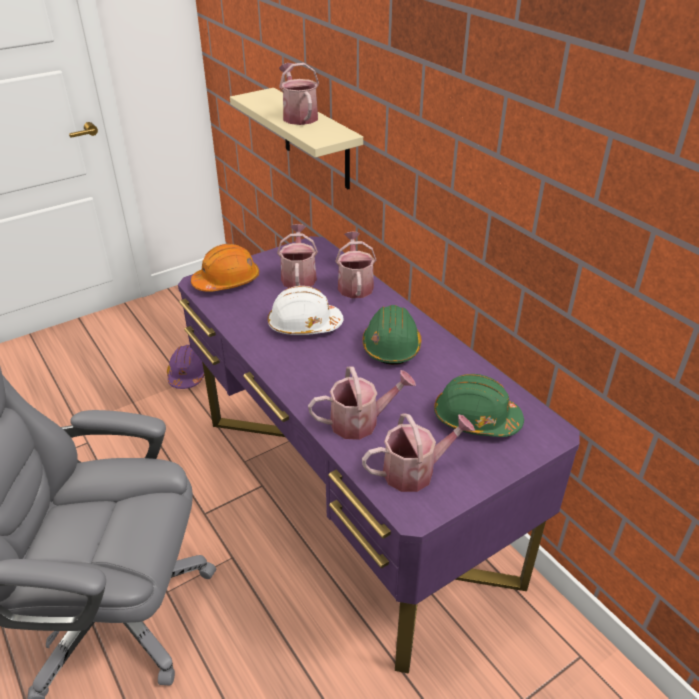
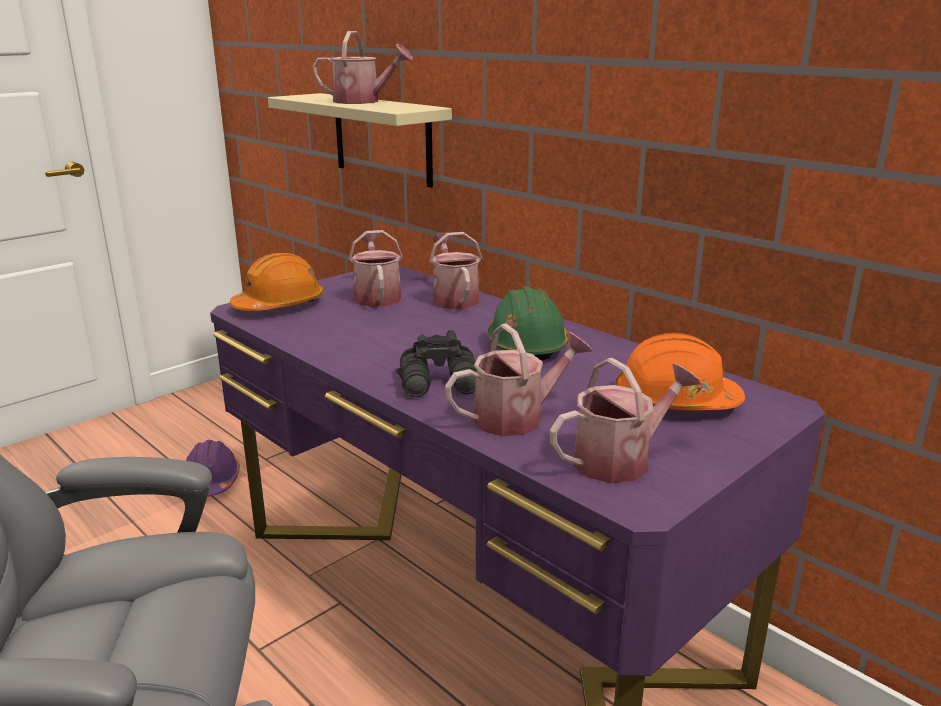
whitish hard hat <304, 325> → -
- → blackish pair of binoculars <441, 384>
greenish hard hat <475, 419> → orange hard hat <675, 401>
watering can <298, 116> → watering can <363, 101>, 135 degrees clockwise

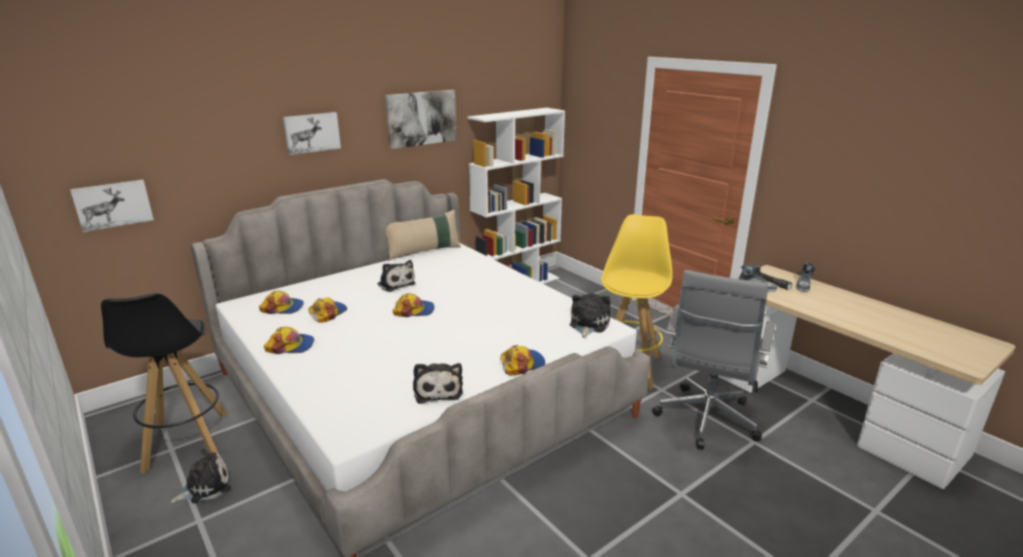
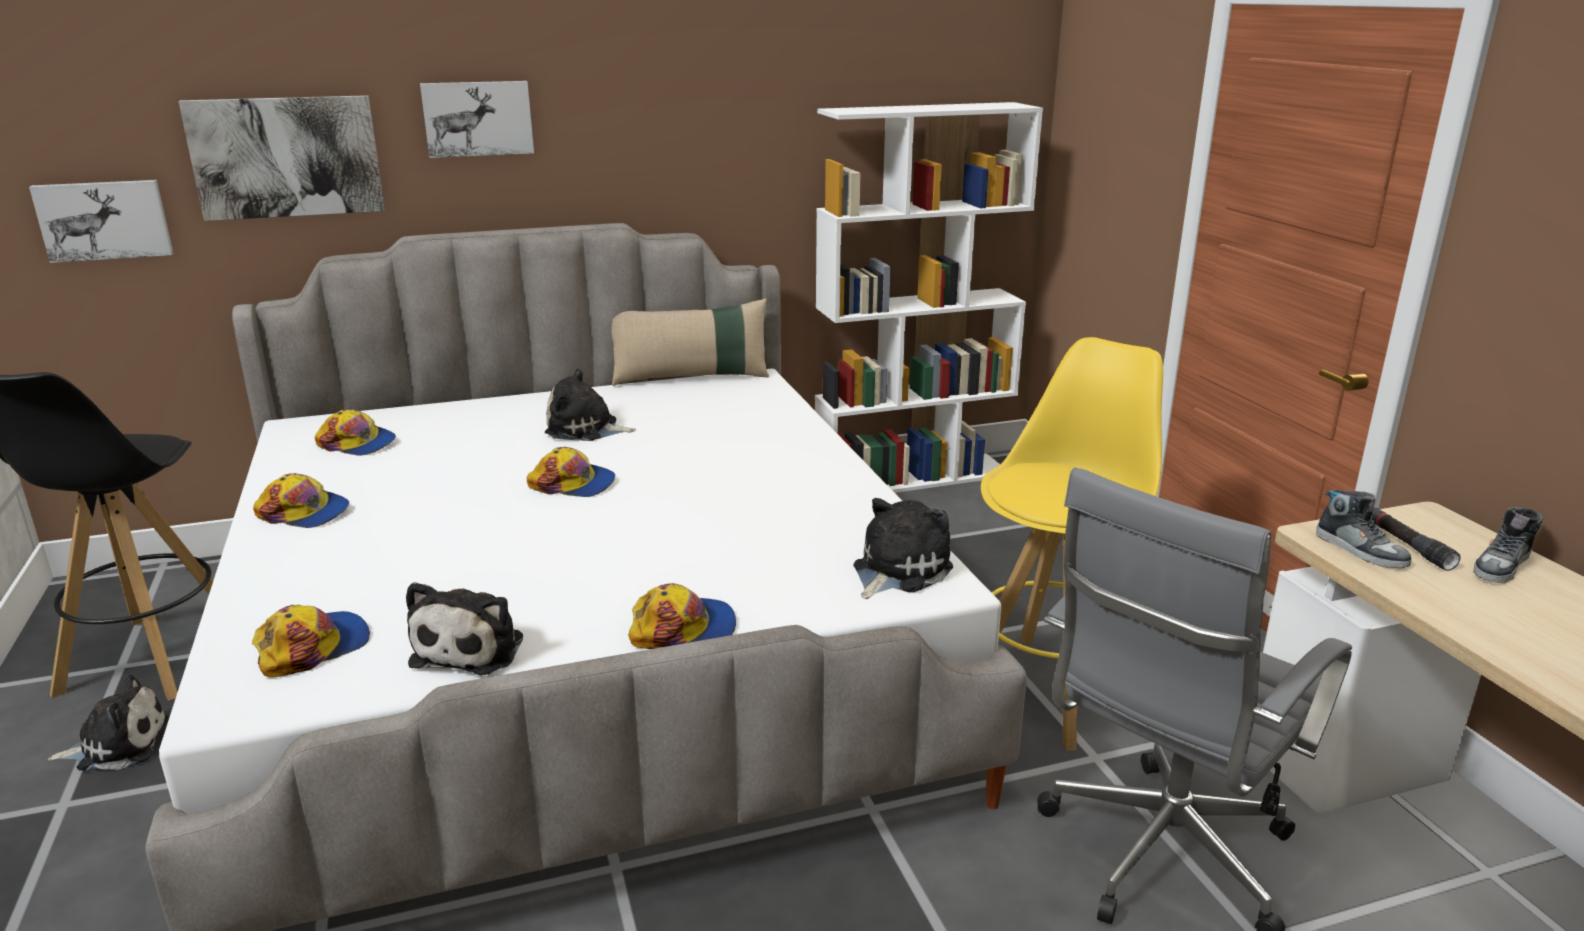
peaked cap <328, 313> → peaked cap <313, 647>, move
wall picture <421, 118> → wall picture <287, 157>, move
cuddly toy <395, 284> → cuddly toy <586, 429>, 120 degrees clockwise

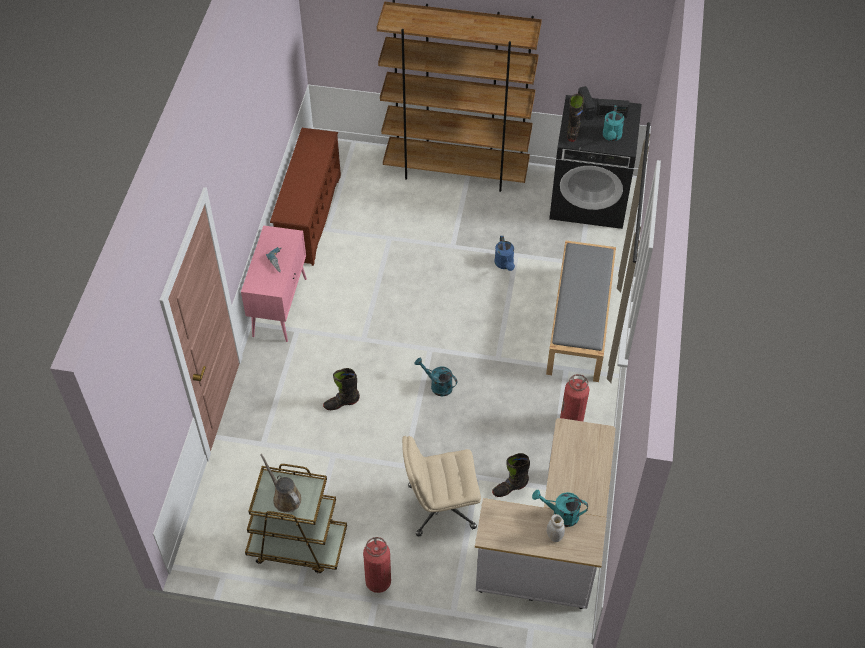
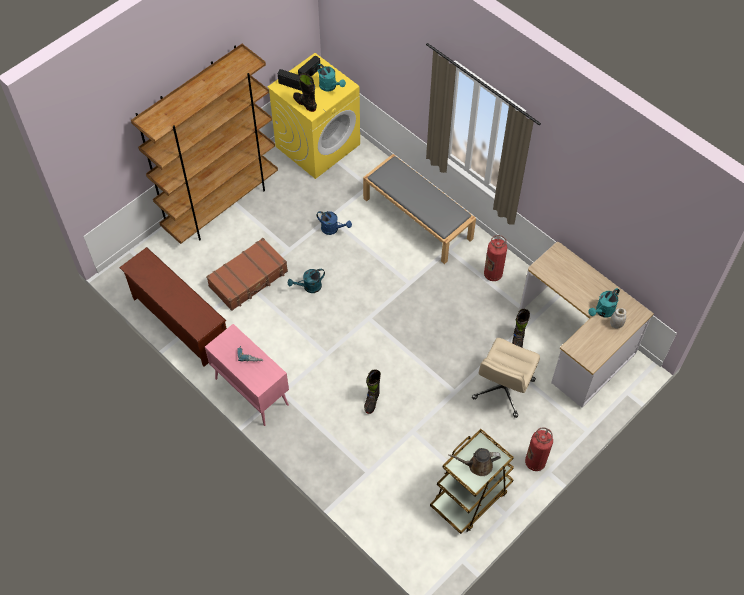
- → brown travel case <249, 279>
blue-green watering can <437, 385> → blue-green watering can <309, 287>, move
blackish washing machine <589, 198> → yellow-coloured washing machine <318, 145>

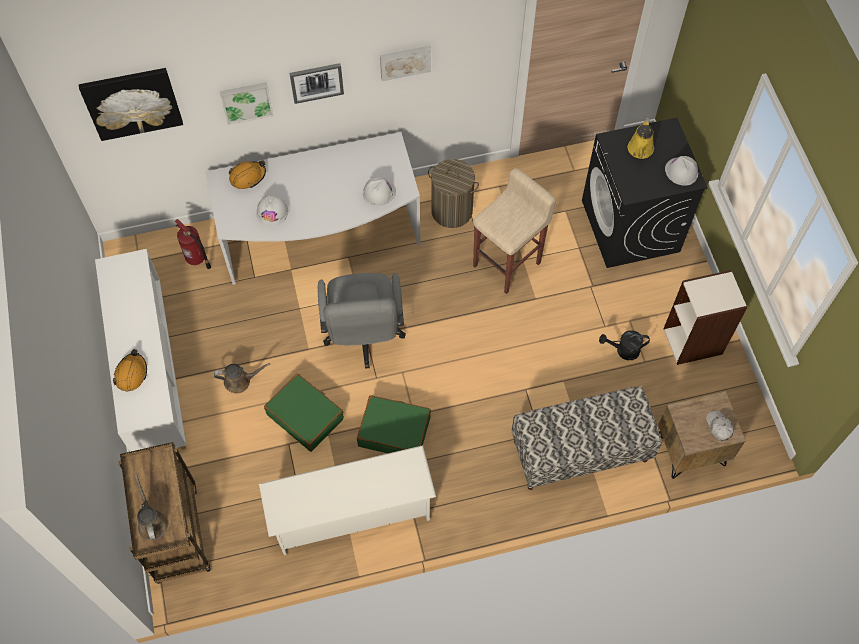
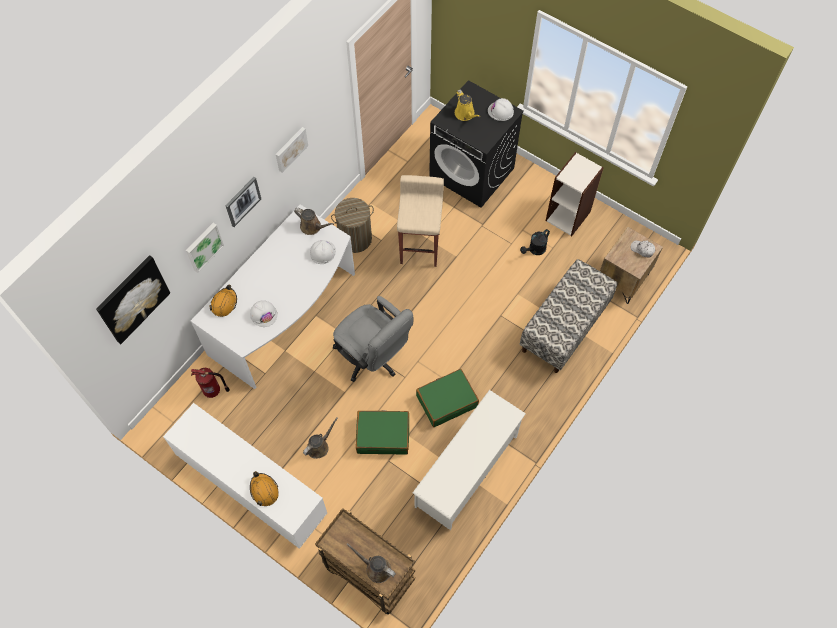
- → brown watering can <312, 227>

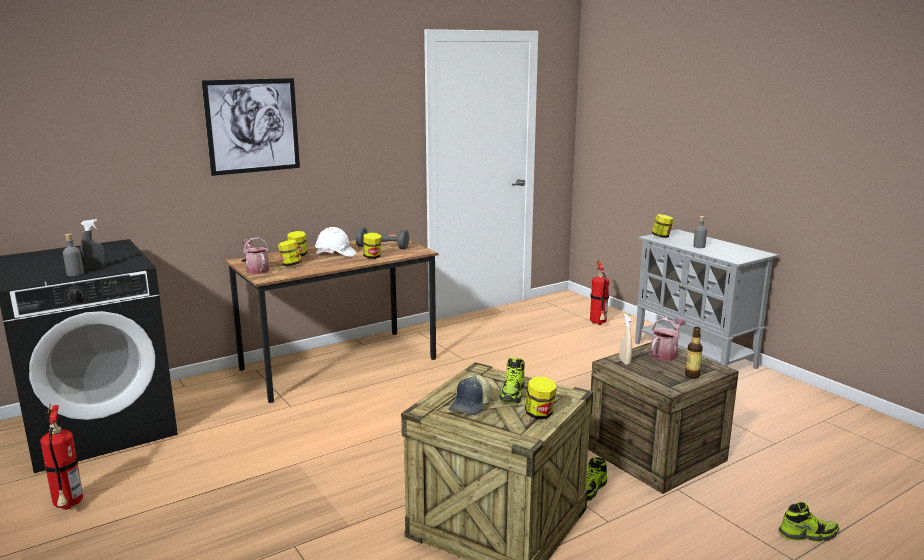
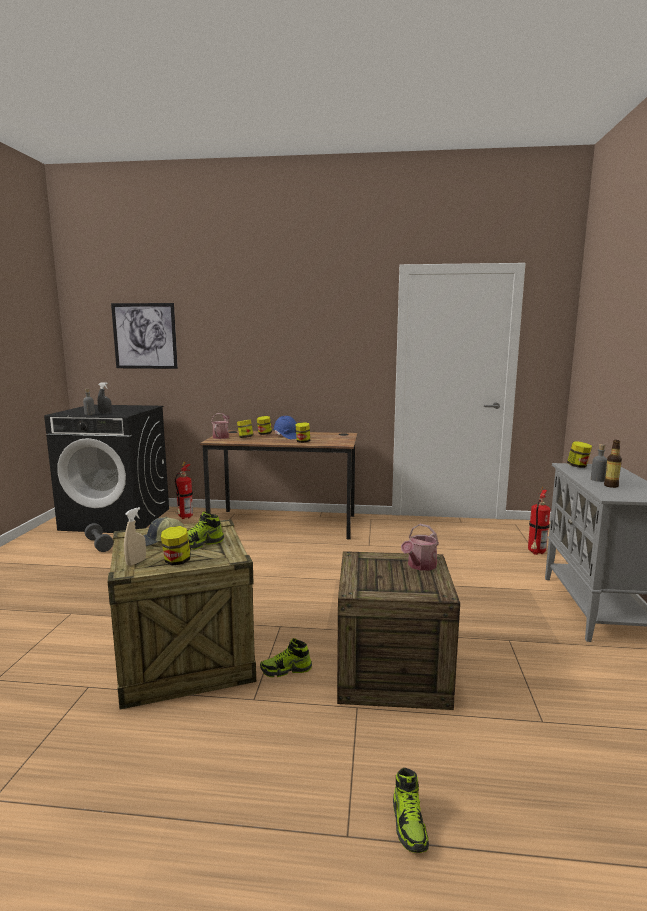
fire-fighting cylinder <68, 506> → fire-fighting cylinder <184, 518>, move
wall picture <252, 126> → wall picture <144, 336>, move
greyish hand weight <382, 247> → greyish hand weight <99, 545>, move
sand-coloured spray bottle <624, 361> → sand-coloured spray bottle <136, 562>, move
bottle <692, 376> → bottle <611, 486>, move
whitish hard hat <335, 254> → bluish hard hat <286, 437>
watering can <665, 354> → watering can <420, 566>, 135 degrees clockwise
low shoe <807, 534> → low shoe <409, 824>, 45 degrees clockwise

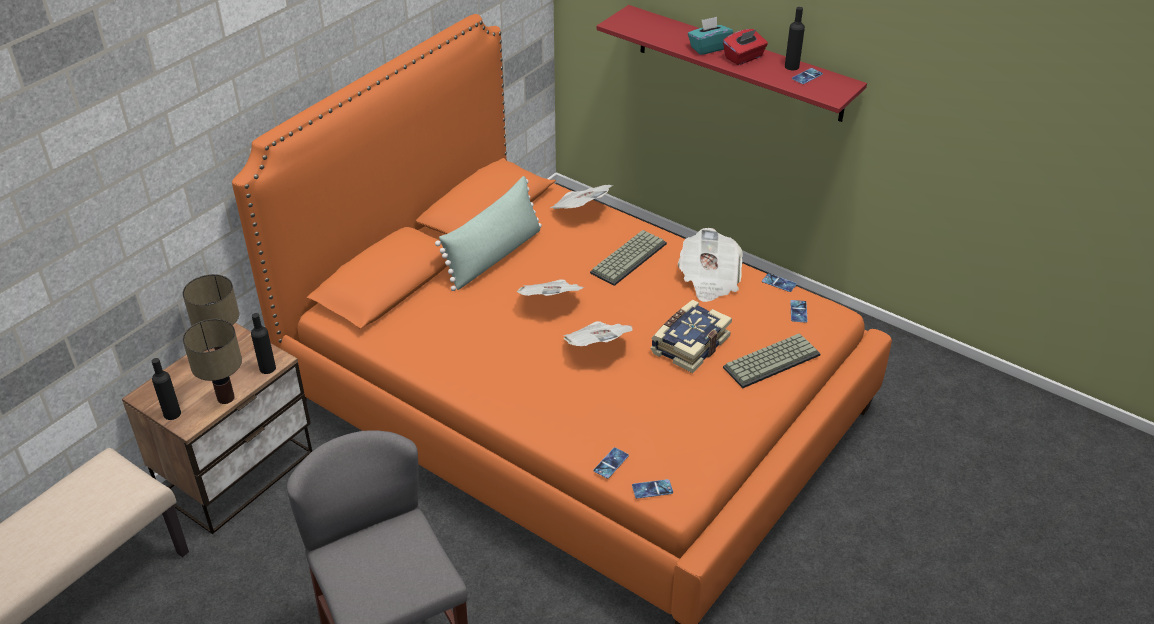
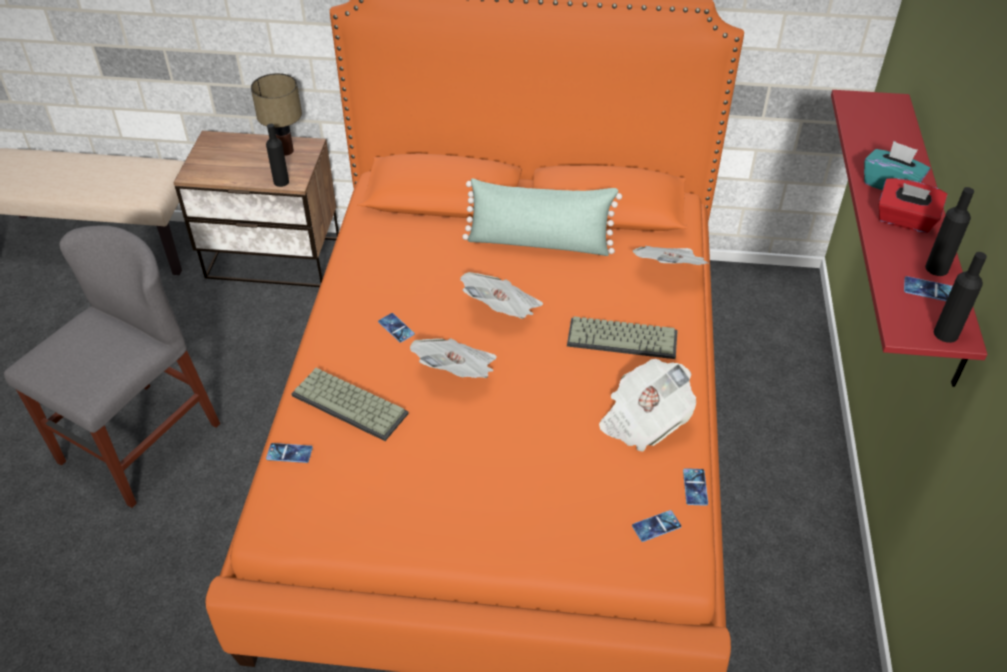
tabletop lamp <225, 398> → -
book <688, 345> → -
blackish bottle <172, 414> → blackish bottle <946, 334>, move
phone <652, 489> → phone <396, 328>, move
computer keyboard <771, 360> → computer keyboard <352, 404>, move

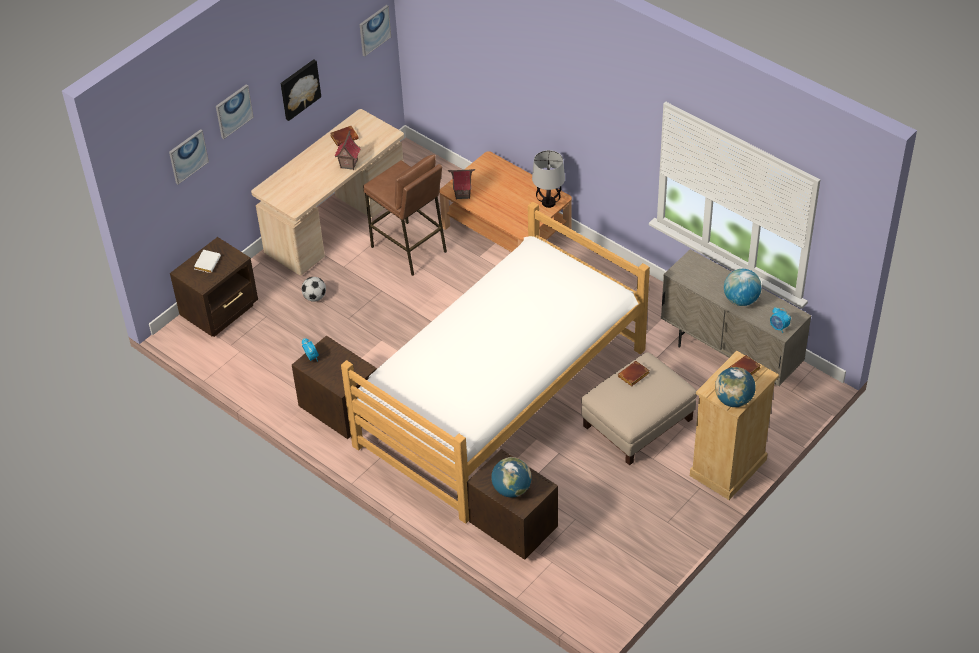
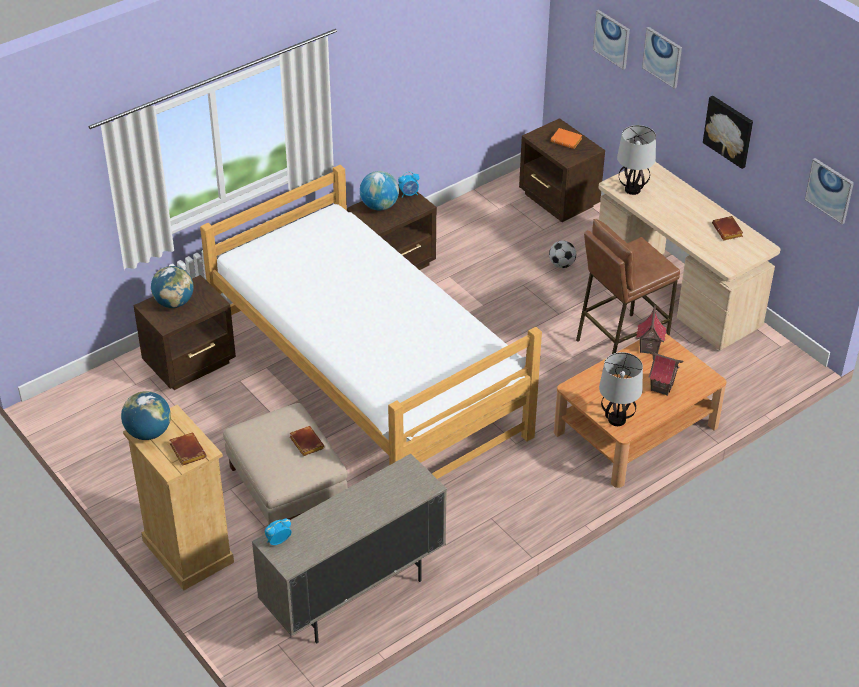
- → tabletop lamp <633, 189>
toy house <348, 164> → toy house <661, 387>, move
desk globe <741, 300> → desk globe <379, 206>, move
whitish book <207, 262> → orange book <567, 141>

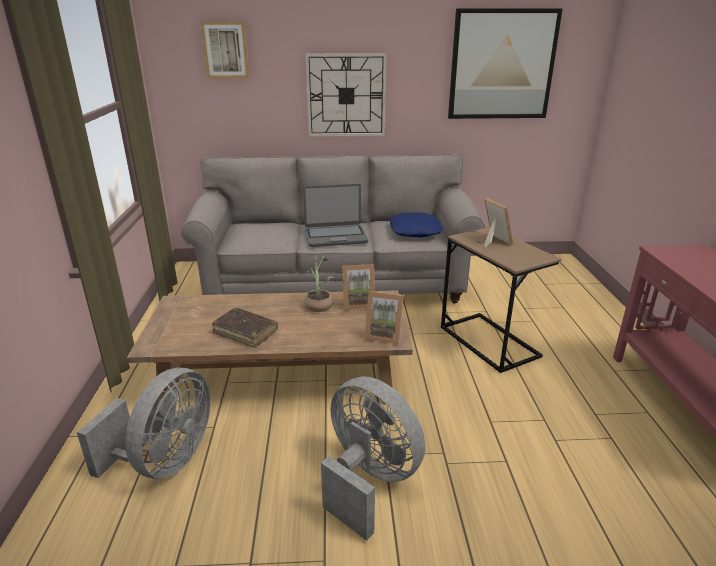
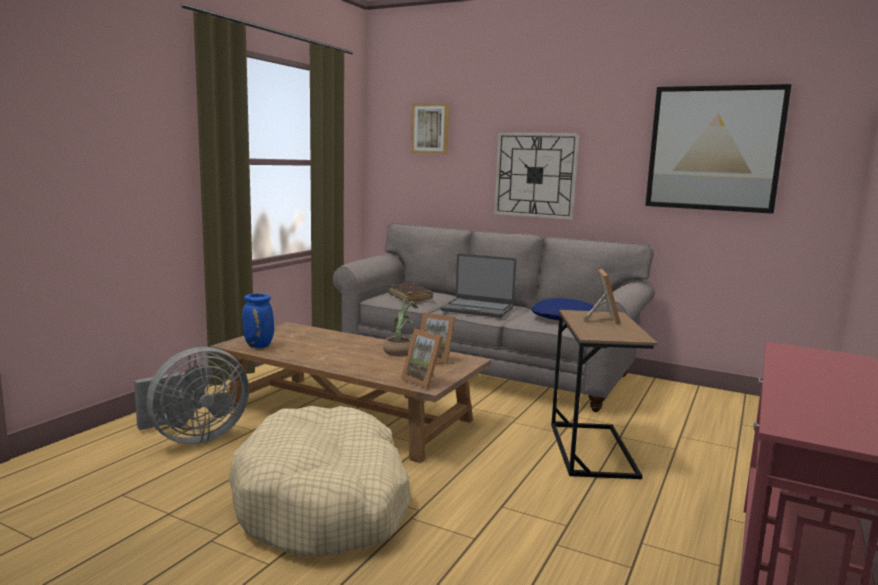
- → bluish flower vase <259, 346>
brown book <245, 332> → brown book <410, 297>, move
greyish fan <368, 480> → sand-coloured pet bed <324, 502>

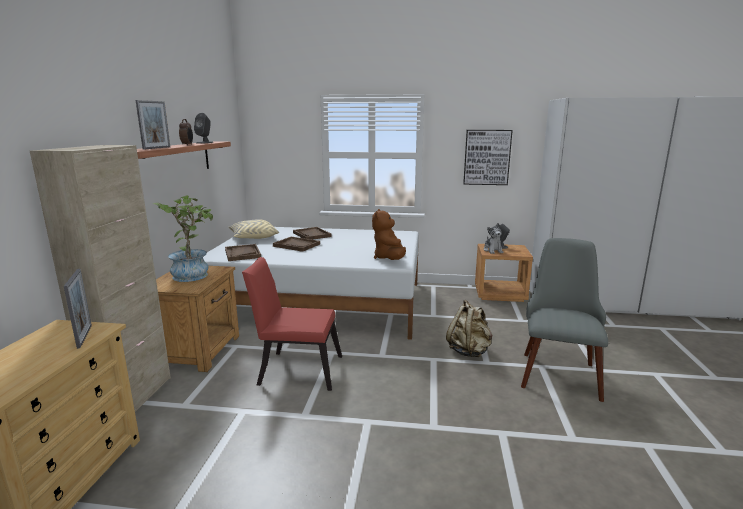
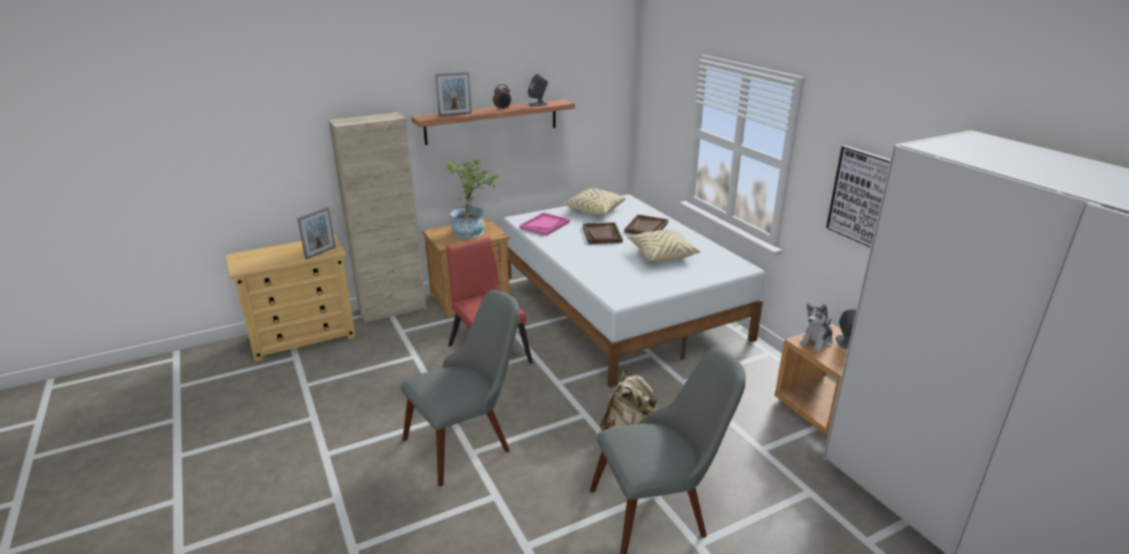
brown cuddly toy <389, 258> → -
- → greyish plain chair <468, 439>
- → sand-coloured cushion <661, 254>
brown tray <242, 254> → pink tray <544, 225>

